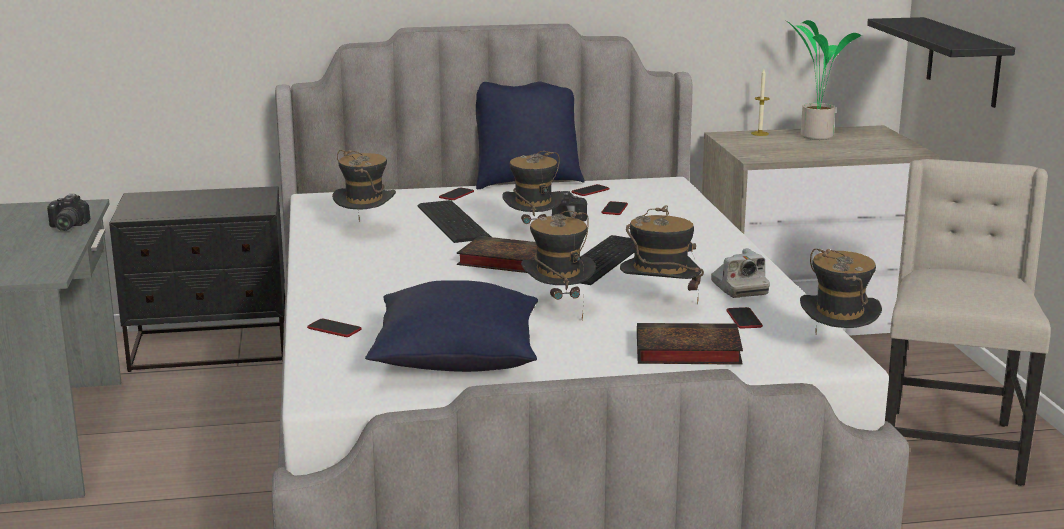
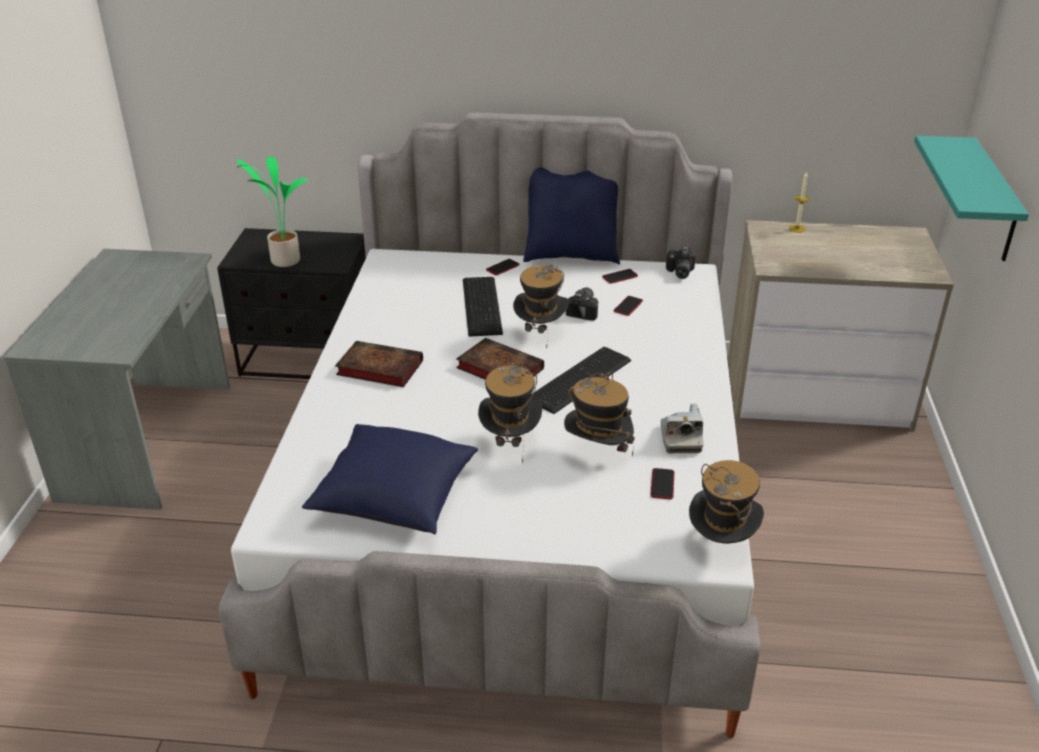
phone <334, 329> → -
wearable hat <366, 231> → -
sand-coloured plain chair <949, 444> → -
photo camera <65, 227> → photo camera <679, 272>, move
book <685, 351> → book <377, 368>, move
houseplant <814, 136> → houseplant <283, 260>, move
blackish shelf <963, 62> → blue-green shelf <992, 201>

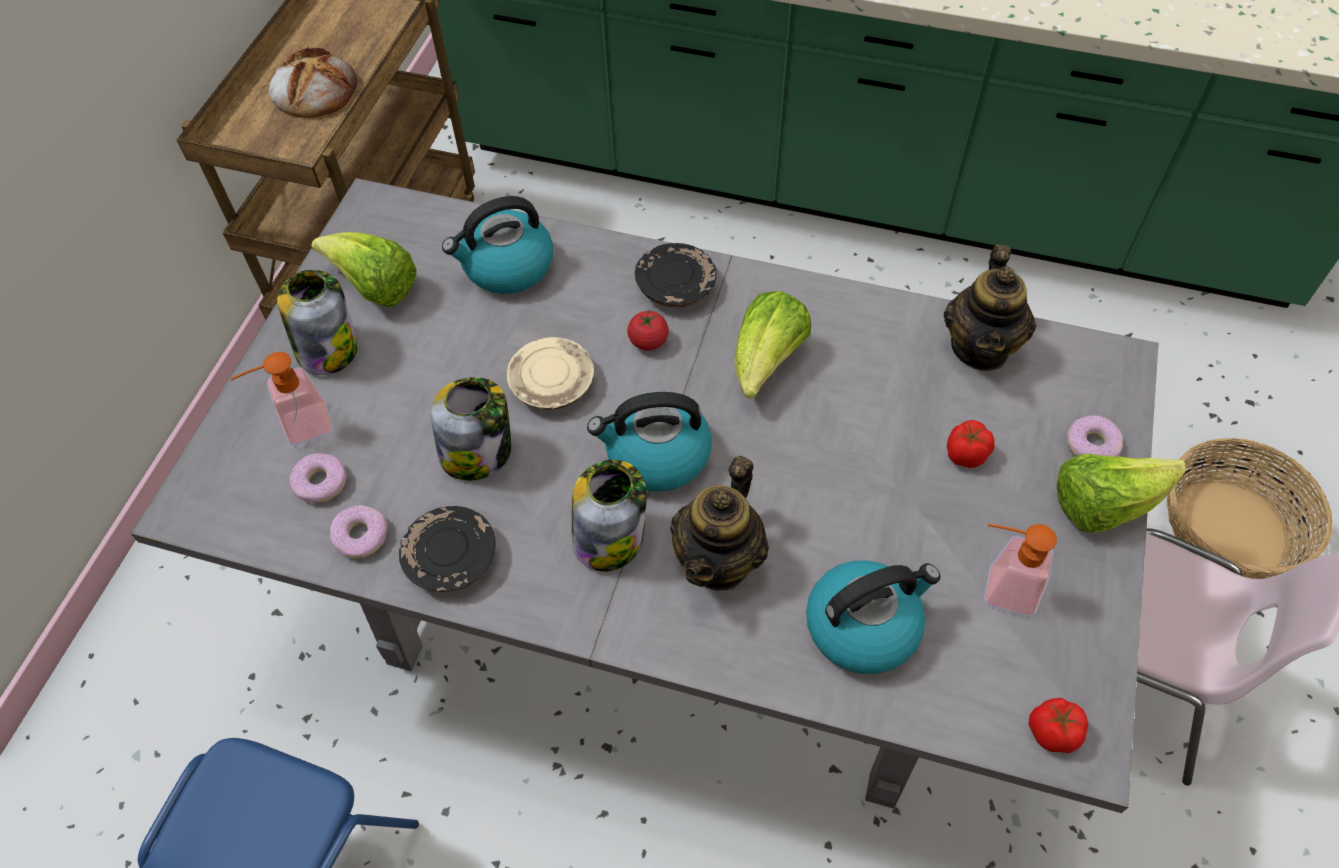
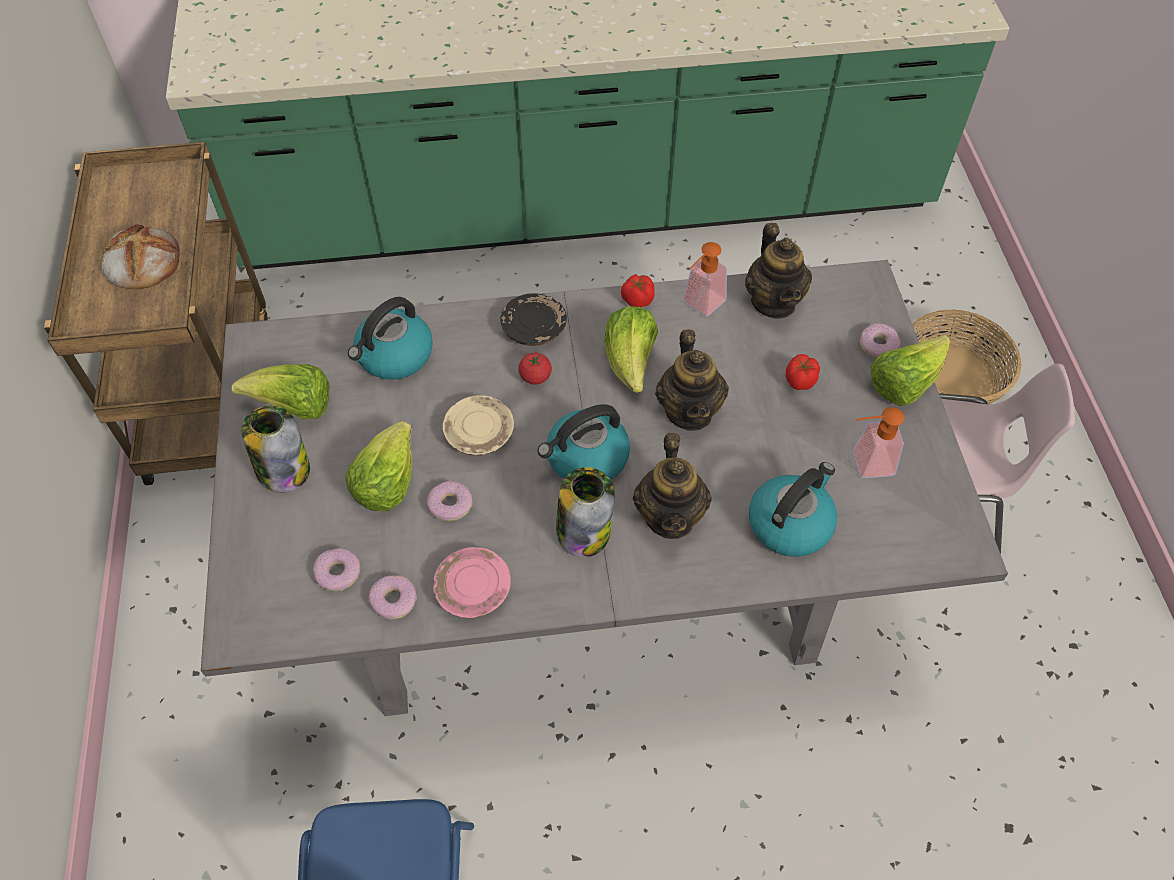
- → lettuce head <386, 481>
- → teapot <689, 411>
liquid soap bottle <297, 427> → liquid soap bottle <699, 305>, move
whole tomato <1051, 732> → whole tomato <637, 300>, move
storage jar <478, 452> → ring doughnut <450, 505>
blackish flat dish <451, 558> → pink flat dish <473, 590>

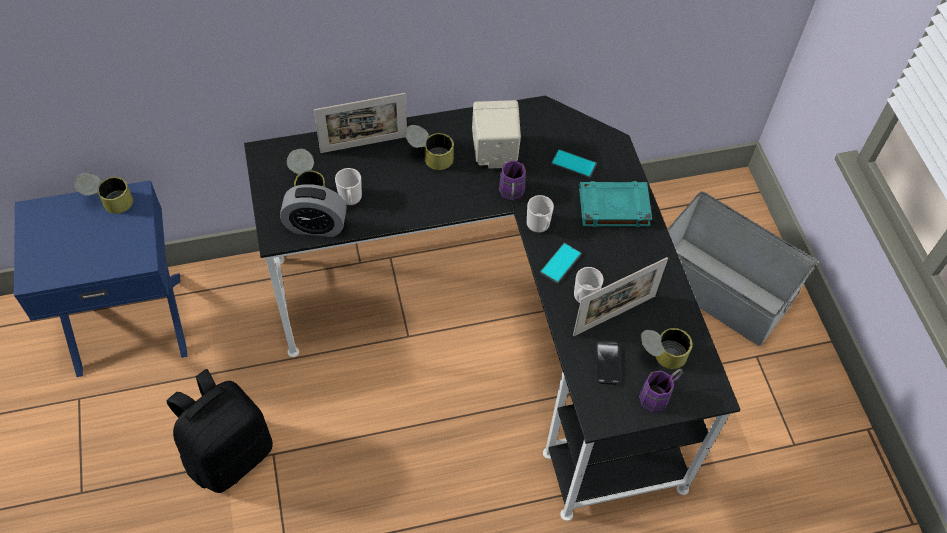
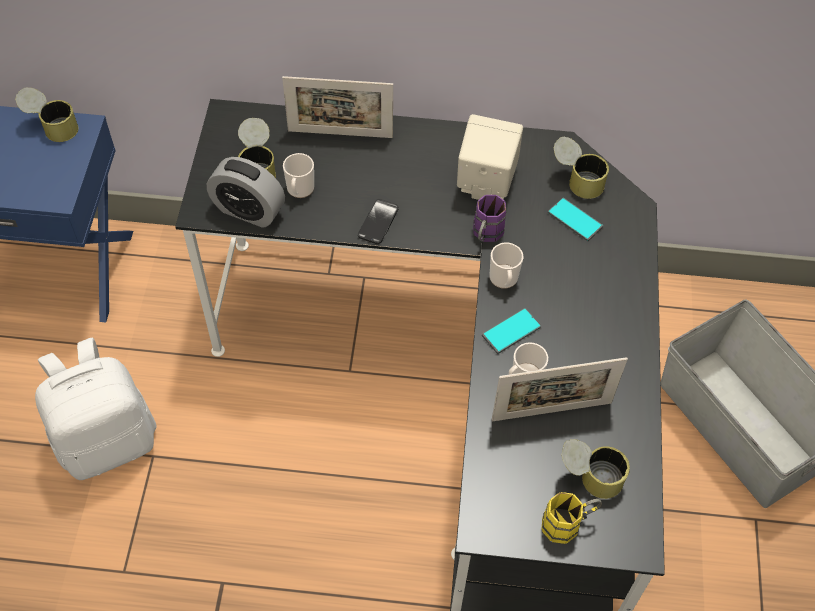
blue-green book <613, 207> → -
metal can <430, 156> → metal can <576, 180>, move
phone <607, 363> → phone <378, 222>, move
blackish rucksack <229, 453> → whitish rucksack <108, 440>
purple-coloured coffee mug <659, 395> → yellow-coloured coffee mug <568, 523>

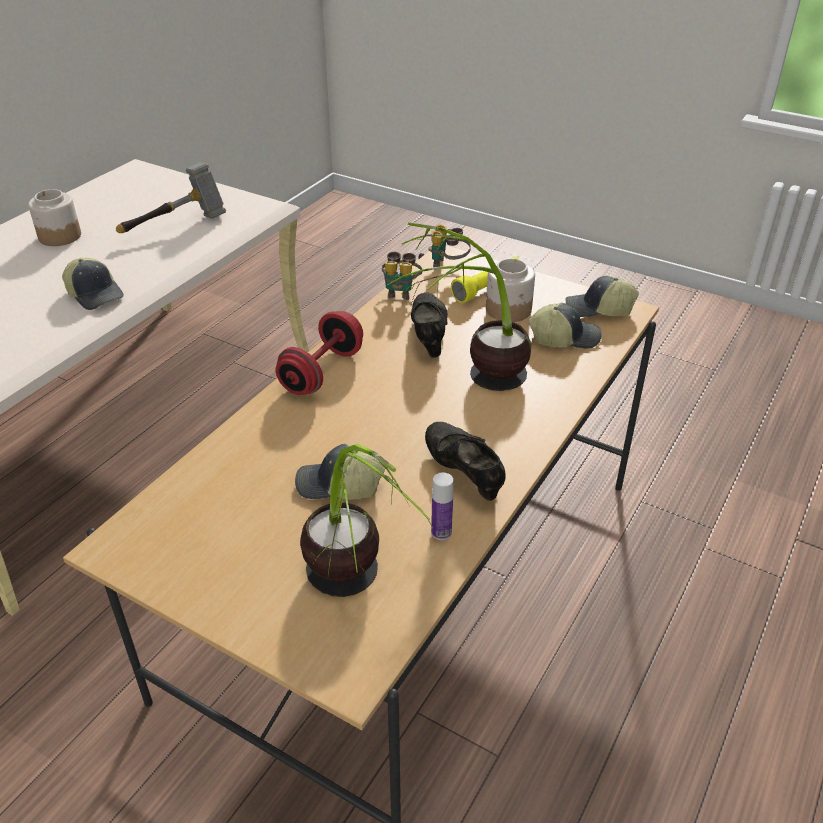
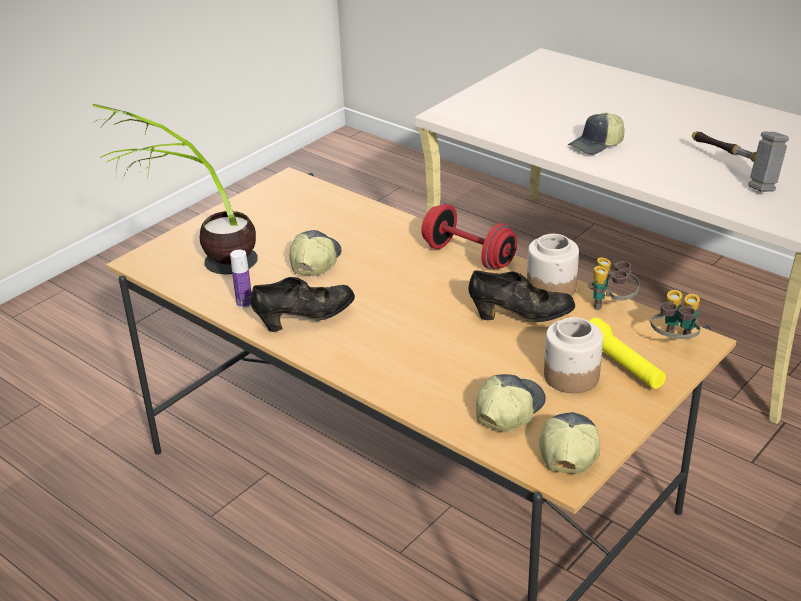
houseplant <469, 385> → -
storage jar <59, 236> → storage jar <551, 287>, move
peaked cap <564, 337> → peaked cap <508, 410>, 150 degrees counterclockwise

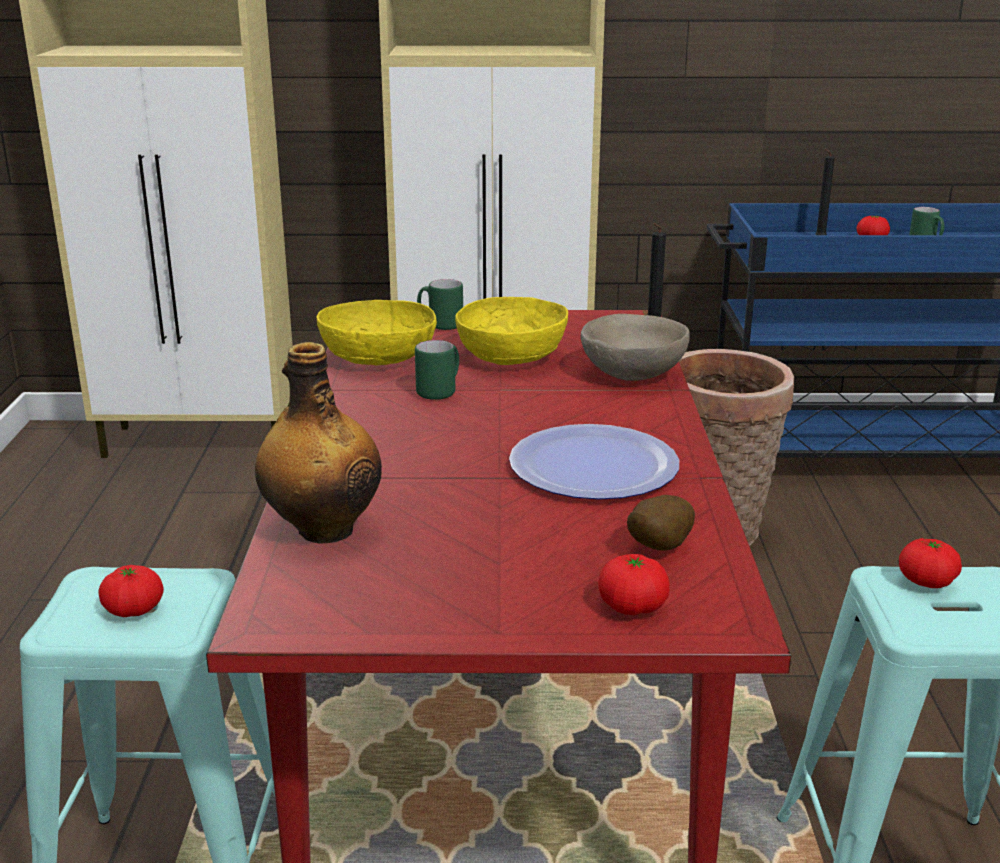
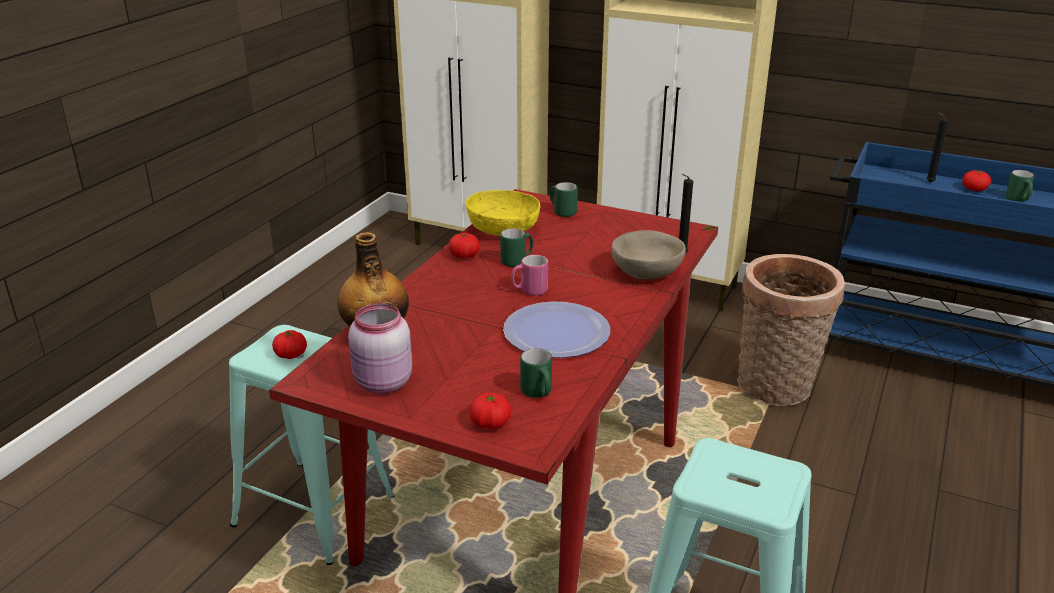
yellow-coloured deep dish <511, 356> → -
- → pink storage jar <382, 383>
- → pink coffee mug <529, 291>
whole tomato <926, 581> → whole tomato <464, 256>, move
spud <656, 549> → greenish coffee mug <538, 393>

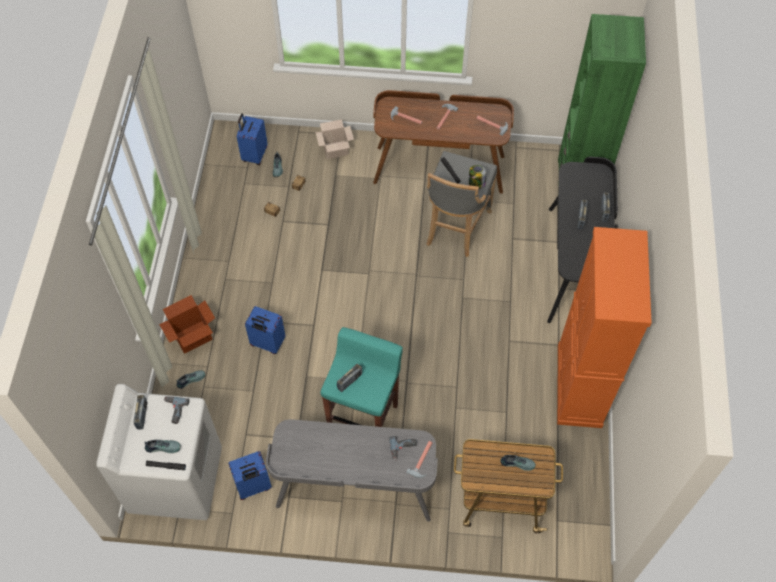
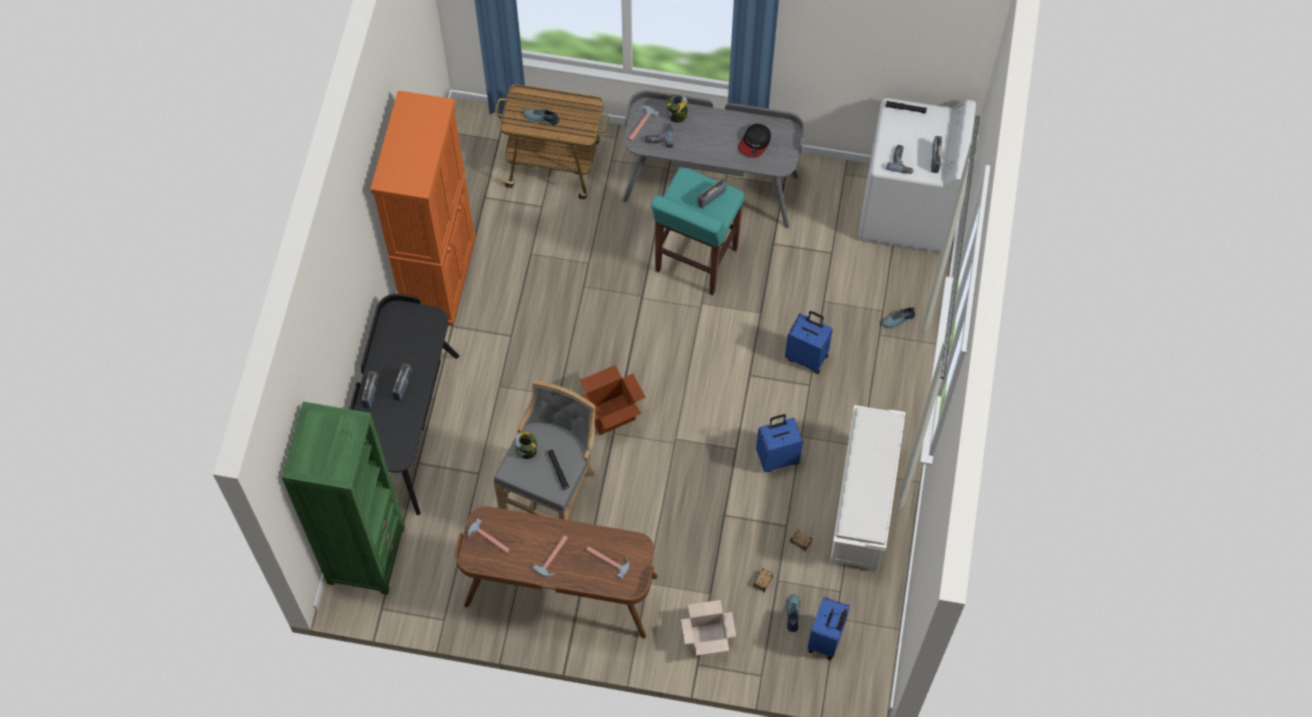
low shoe <163, 446> → -
- → storage jar <677, 115>
- → peaked cap <755, 143>
- → whitish shoe shelf <863, 507>
cardboard box <193, 337> → cardboard box <611, 414>, move
bluish travel case <253, 486> → bluish travel case <777, 457>, move

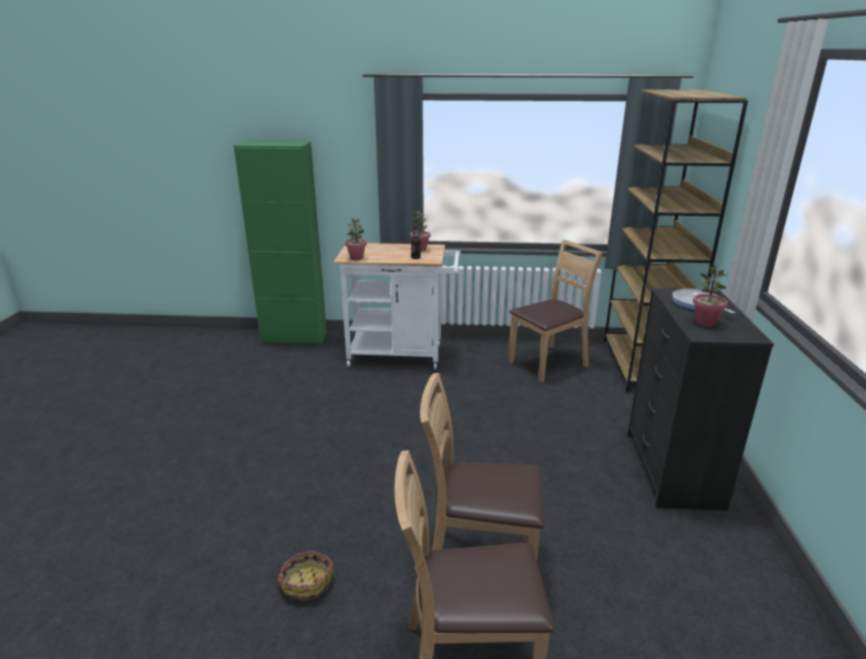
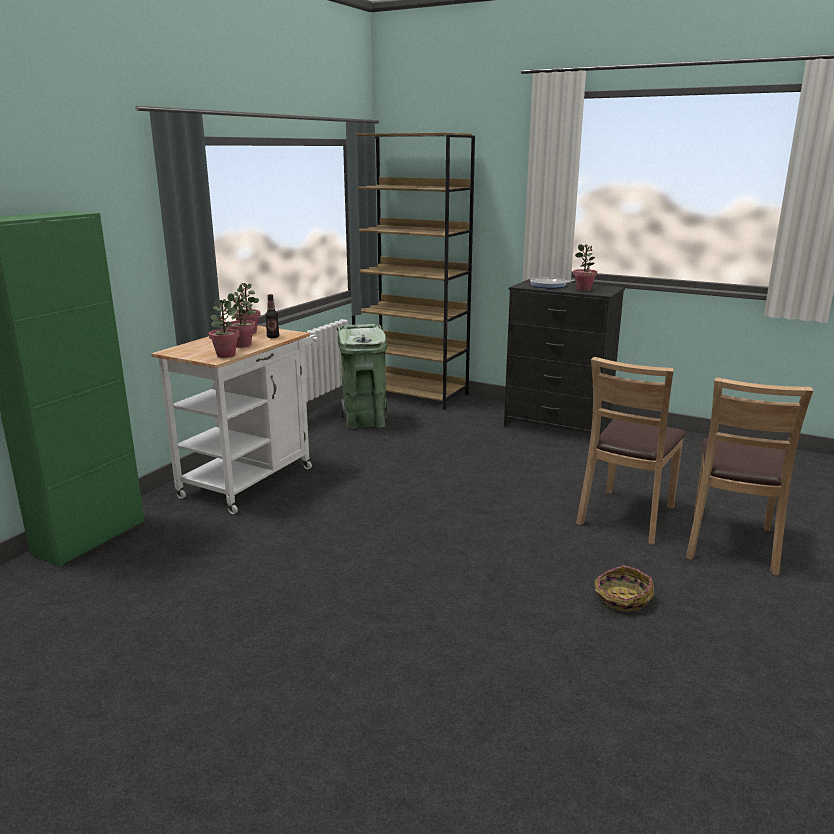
- → houseplant <242, 345>
brown plain chair <548, 363> → greenish rubbish bin <365, 421>

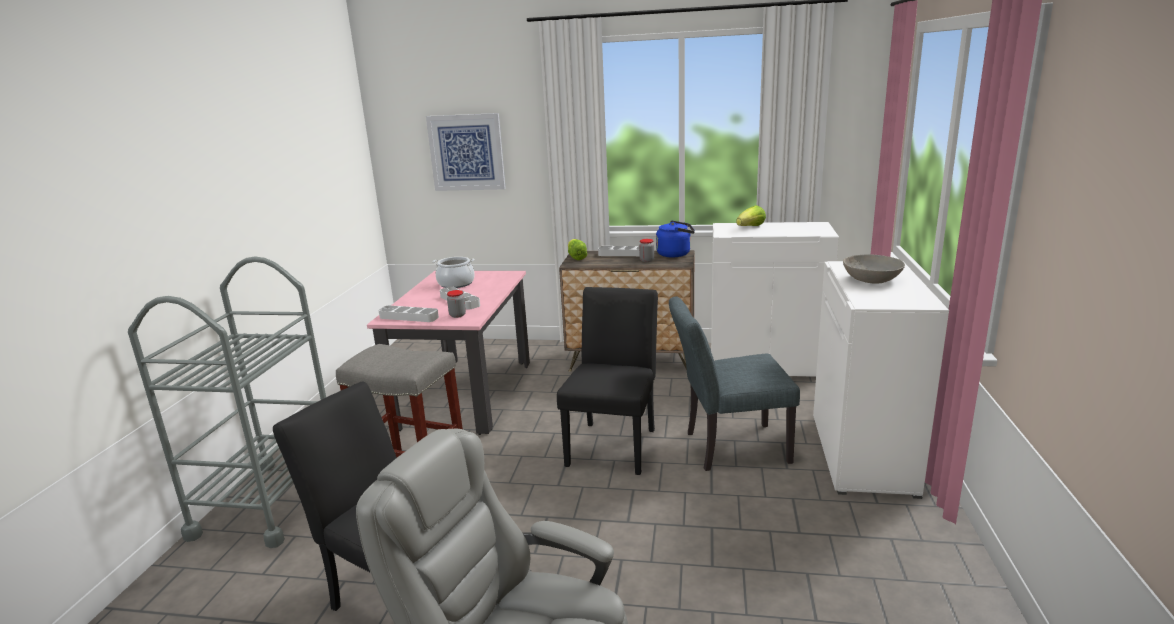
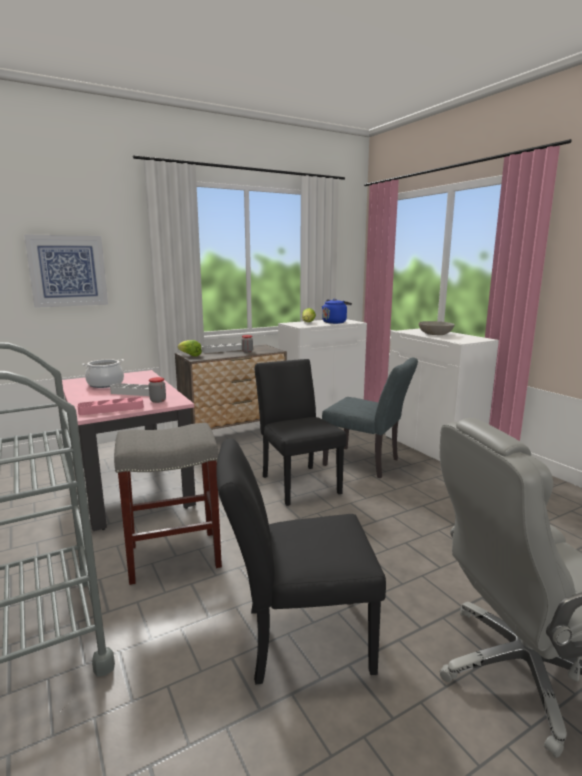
bluish kettle <675, 254> → bluish kettle <335, 322>, move
greyish tray <409, 317> → pink tray <111, 409>
greyish plain chair <728, 448> → greyish plain chair <367, 463>, 105 degrees counterclockwise

